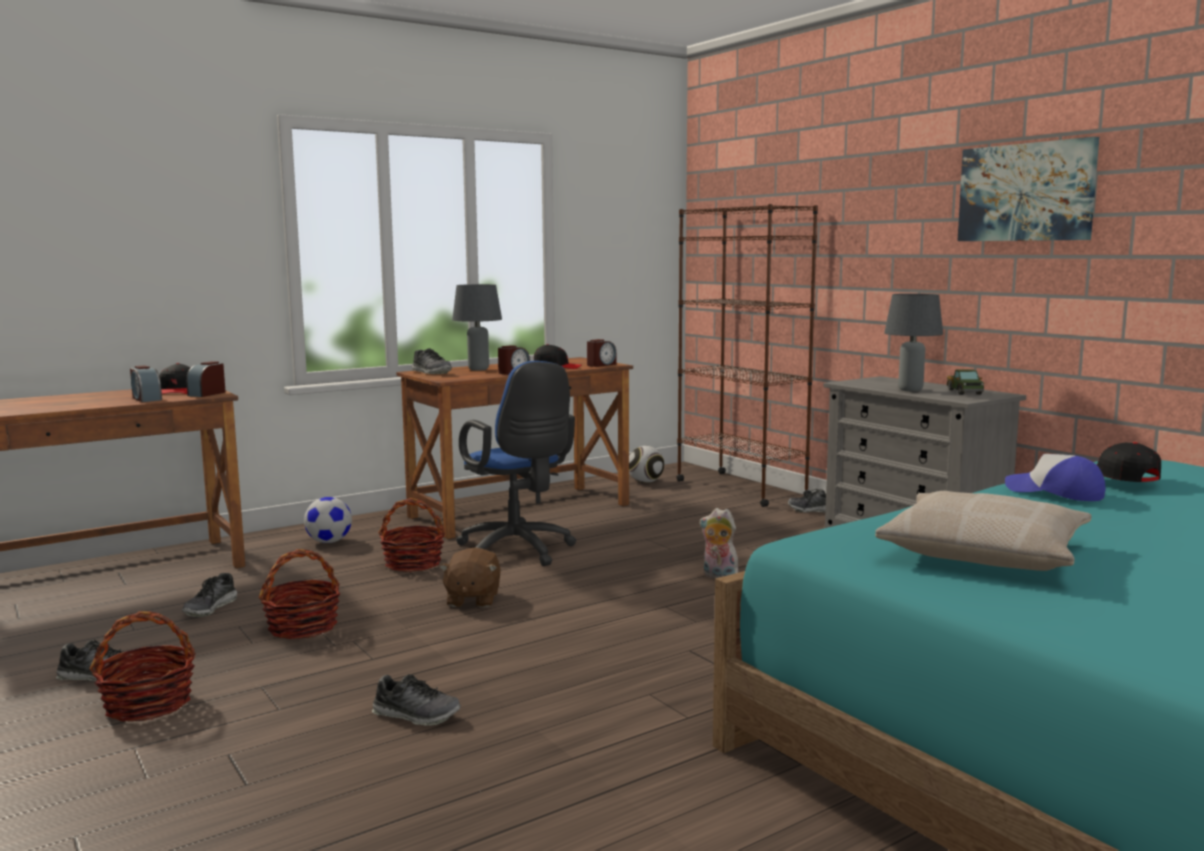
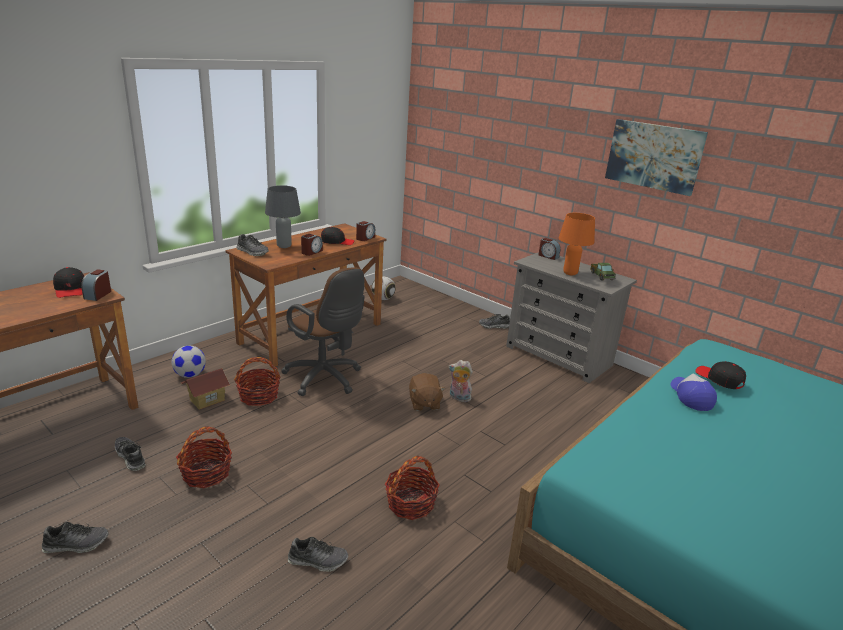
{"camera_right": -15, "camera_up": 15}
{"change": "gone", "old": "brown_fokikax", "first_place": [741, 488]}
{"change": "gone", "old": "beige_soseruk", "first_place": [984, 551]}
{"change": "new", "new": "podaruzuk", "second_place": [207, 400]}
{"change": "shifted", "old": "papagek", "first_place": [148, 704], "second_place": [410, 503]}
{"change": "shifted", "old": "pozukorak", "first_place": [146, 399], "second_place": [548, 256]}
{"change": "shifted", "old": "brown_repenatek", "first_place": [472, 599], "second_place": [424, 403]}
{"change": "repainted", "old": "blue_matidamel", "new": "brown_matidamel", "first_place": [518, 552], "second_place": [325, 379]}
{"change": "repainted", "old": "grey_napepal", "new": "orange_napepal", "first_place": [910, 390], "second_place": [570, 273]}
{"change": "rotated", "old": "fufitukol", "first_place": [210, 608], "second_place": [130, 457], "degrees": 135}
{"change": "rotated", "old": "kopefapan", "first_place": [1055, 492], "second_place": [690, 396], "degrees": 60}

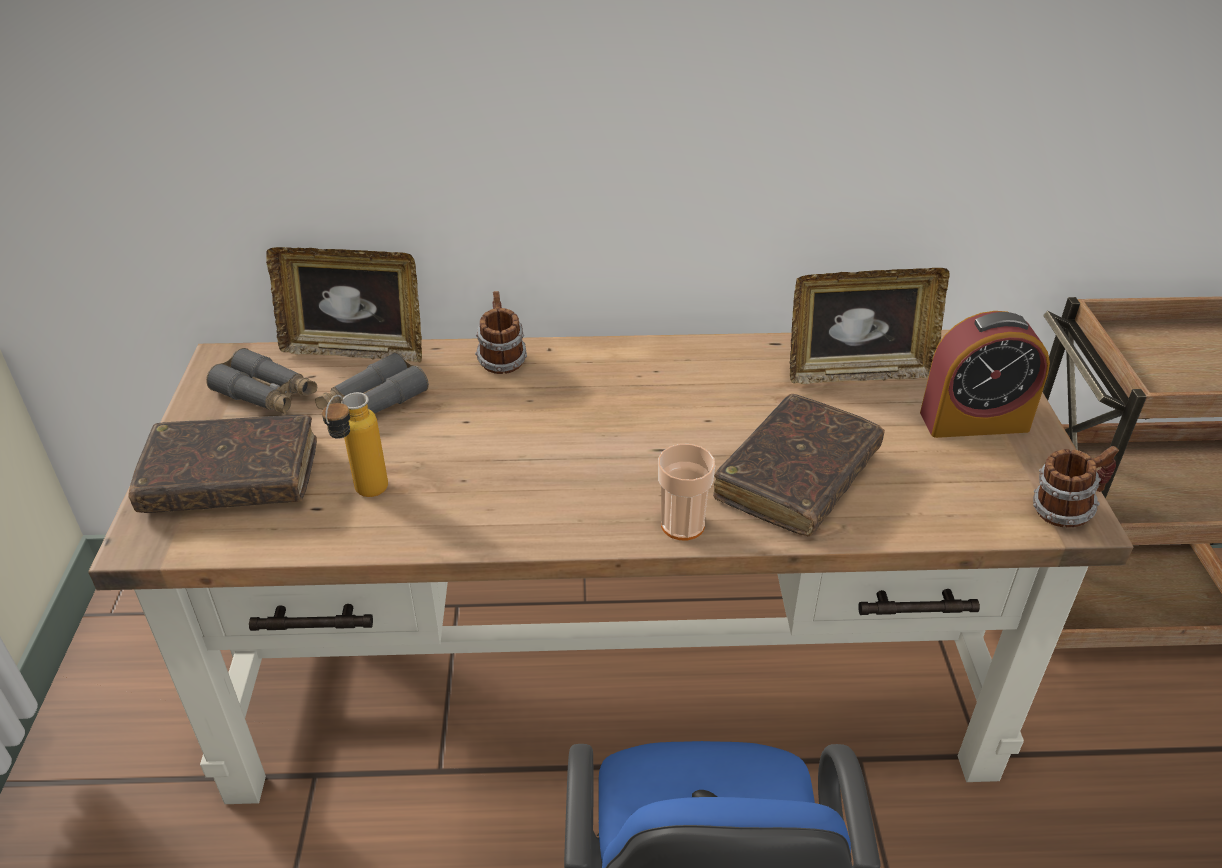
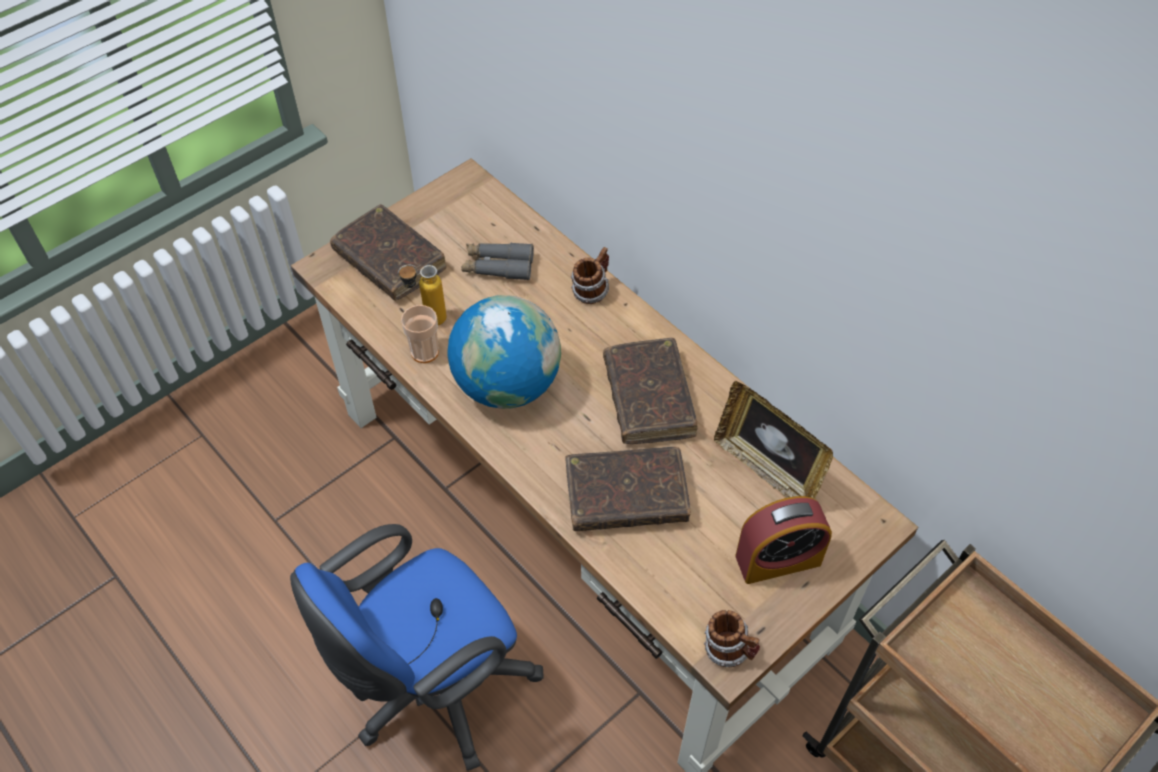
{"camera_right": 50, "camera_up": 15}
{"change": "gone", "old": "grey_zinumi", "first_place": [266, 394]}
{"change": "gone", "old": "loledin", "first_place": [355, 350]}
{"change": "new", "new": "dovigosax", "second_place": [507, 385]}
{"change": "new", "new": "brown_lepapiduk", "second_place": [648, 399]}
{"change": "shifted", "old": "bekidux", "first_place": [682, 525], "second_place": [424, 352]}
{"change": "rotated", "old": "pozukorak", "first_place": [974, 421], "second_place": [778, 560], "degrees": -60}

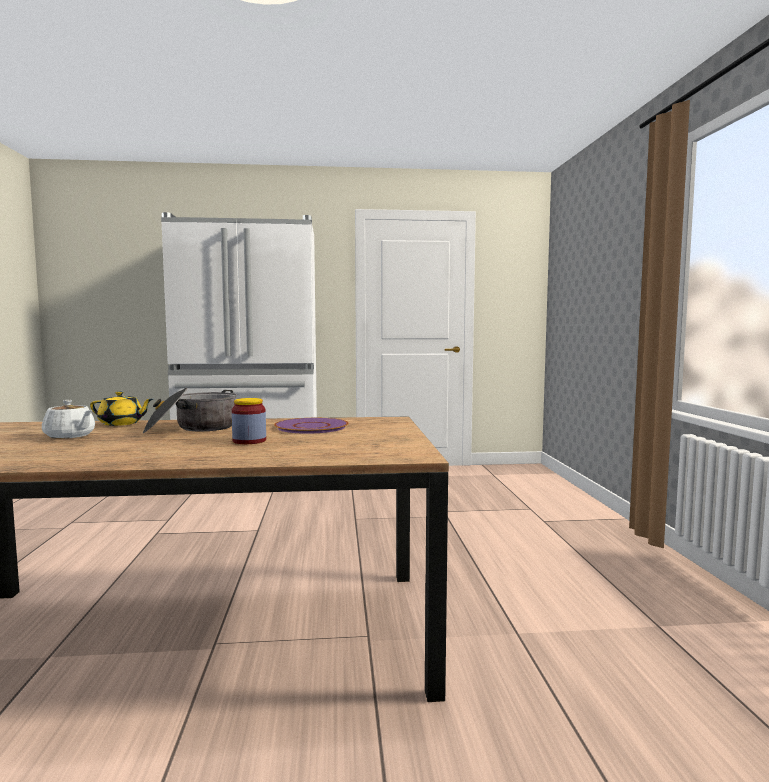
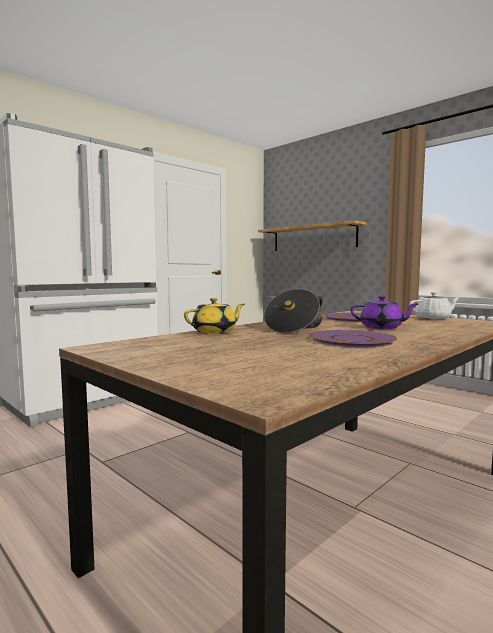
{"camera_right": -40, "camera_up": 0}
{"change": "new", "new": "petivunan", "second_place": [313, 238]}
{"change": "new", "new": "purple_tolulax", "second_place": [351, 340]}
{"change": "shifted", "old": "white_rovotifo", "first_place": [70, 436], "second_place": [433, 318]}
{"change": "swapped", "old": "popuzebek", "new": "purple_rovotifo", "first_place": [249, 441], "second_place": [382, 327]}

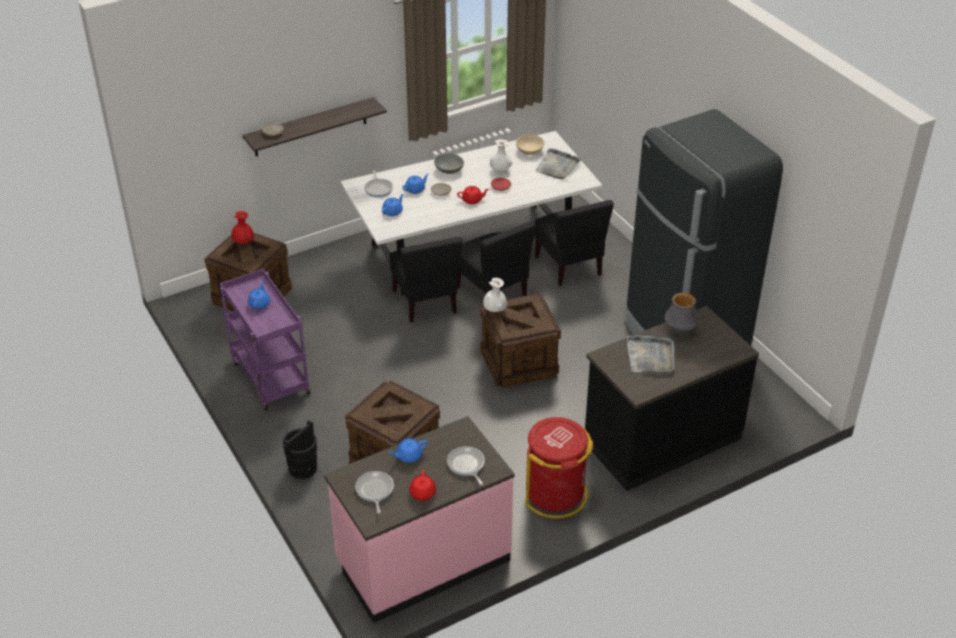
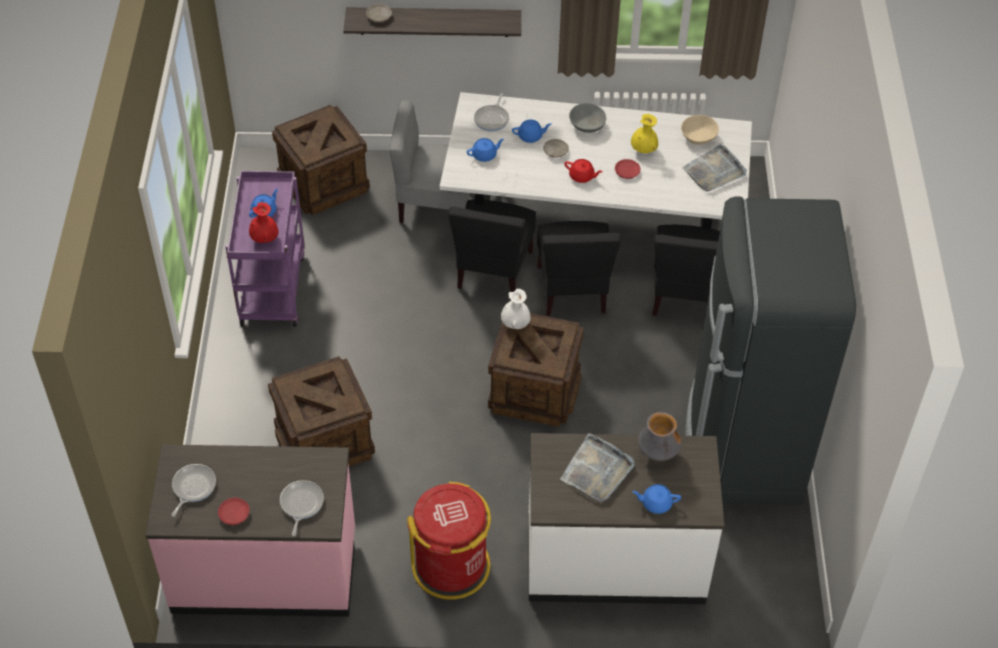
{"camera_right": 30, "camera_up": 10}
{"change": "gone", "old": "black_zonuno", "first_place": [302, 468]}
{"change": "new", "new": "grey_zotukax", "second_place": [434, 206]}
{"change": "shifted", "old": "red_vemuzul", "first_place": [244, 243], "second_place": [265, 239]}
{"change": "shifted", "old": "blue_rovotifo", "first_place": [409, 456], "second_place": [656, 503]}
{"change": "swapped", "old": "red_rovotifo", "new": "red_tolulax", "first_place": [422, 493], "second_place": [234, 515]}
{"change": "repainted", "old": "white_vemuzul", "new": "yellow_vemuzul", "first_place": [500, 171], "second_place": [643, 150]}
{"change": "repainted", "old": "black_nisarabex", "new": "white_nisarabex", "first_place": [661, 439], "second_place": [615, 559]}

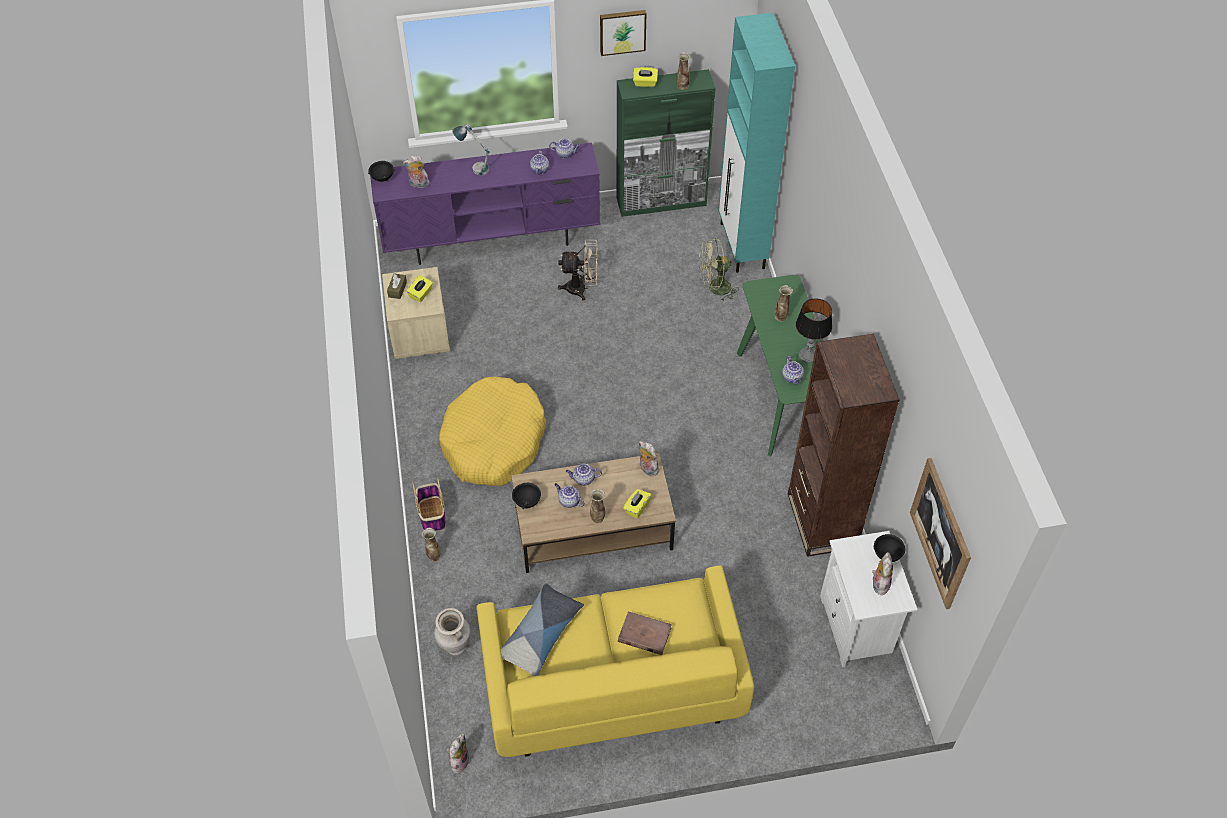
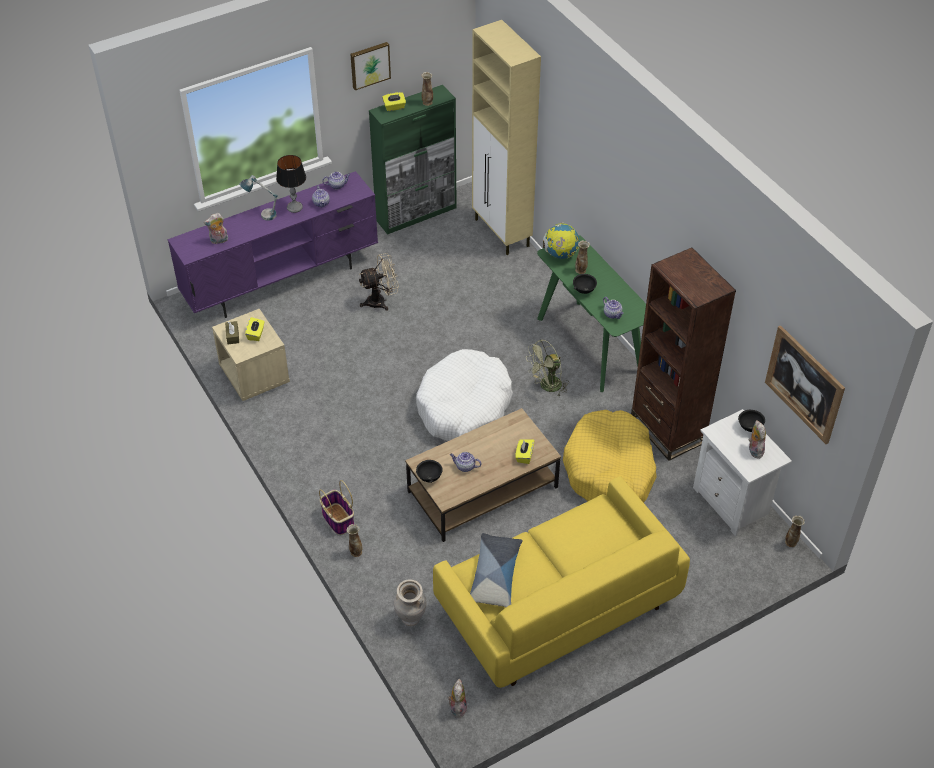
{"camera_right": -20, "camera_up": -5}
{"change": "gone", "old": "rovotifo", "first_place": [583, 479]}
{"change": "gone", "old": "brown_lepapiduk", "first_place": [644, 635]}
{"change": "gone", "old": "repenatek", "first_place": [647, 469]}
{"change": "new", "new": "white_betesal", "second_place": [464, 407]}
{"change": "new", "new": "dovigosax", "second_place": [560, 254]}
{"change": "shifted", "old": "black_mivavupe", "first_place": [382, 178], "second_place": [584, 290]}
{"change": "shifted", "old": "yellow_betesal", "first_place": [494, 441], "second_place": [609, 470]}
{"change": "shifted", "old": "vemuzul", "first_place": [597, 518], "second_place": [791, 542]}
{"change": "shifted", "old": "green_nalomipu", "first_place": [714, 289], "second_place": [547, 387]}
{"change": "shifted", "old": "napepal", "first_place": [808, 355], "second_place": [294, 207]}
{"change": "repainted", "old": "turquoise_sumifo", "new": "beige_sumifo", "first_place": [742, 246], "second_place": [502, 233]}

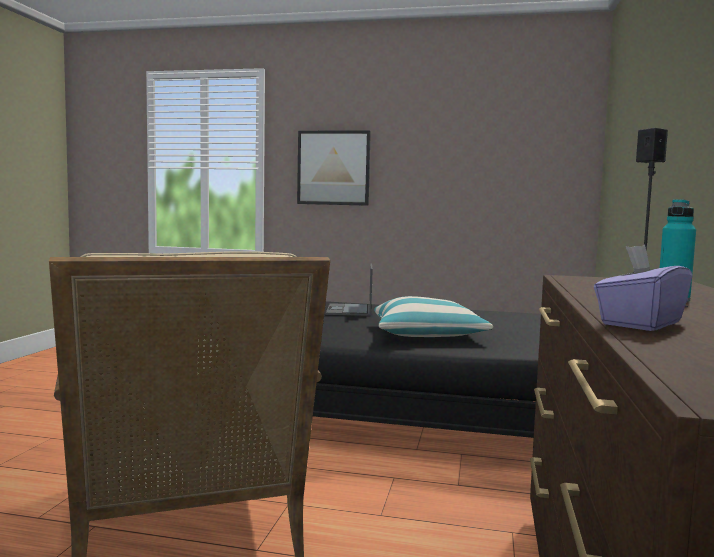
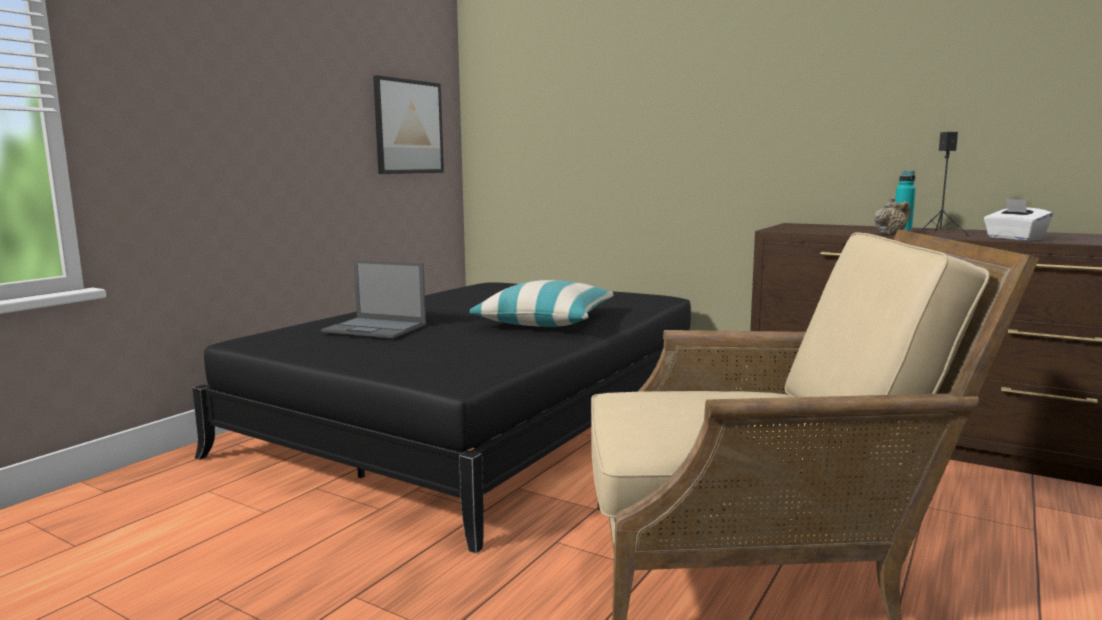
{"camera_right": -70, "camera_up": 5}
{"change": "new", "new": "beige_rovotifo", "second_place": [890, 234]}
{"change": "shifted", "old": "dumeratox", "first_place": [333, 168], "second_place": [408, 127]}
{"change": "repainted", "old": "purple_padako", "new": "white_padako", "first_place": [640, 323], "second_place": [1014, 238]}

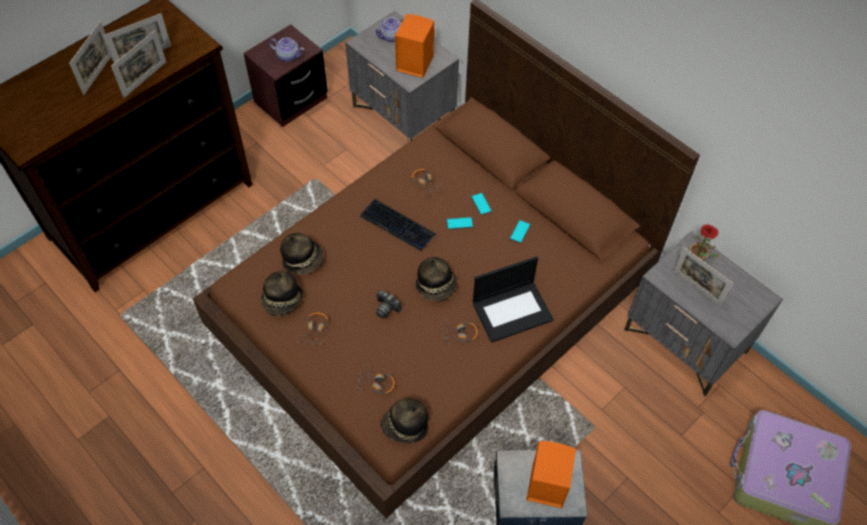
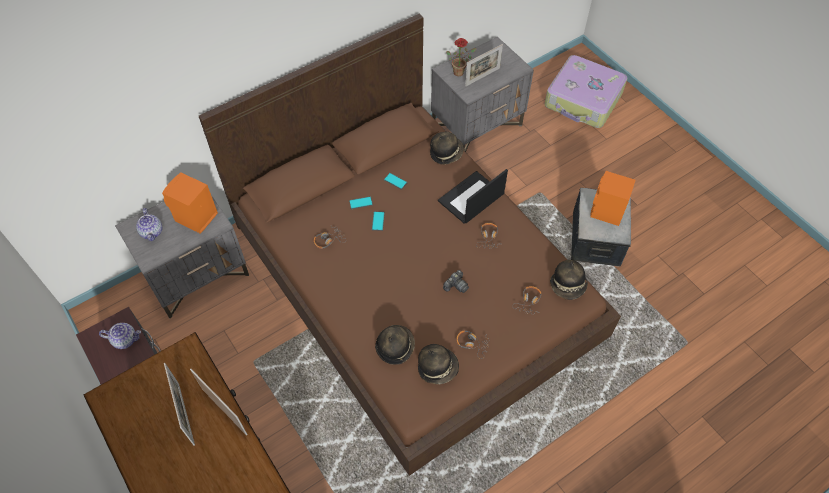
{"camera_right": -80, "camera_up": 0}
{"change": "gone", "old": "loledin", "first_place": [98, 73]}
{"change": "gone", "old": "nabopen", "first_place": [398, 225]}
{"change": "shifted", "old": "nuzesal", "first_place": [436, 286], "second_place": [446, 153]}
{"change": "rotated", "old": "rovotifo", "first_place": [288, 56], "second_place": [125, 339], "degrees": 60}
{"change": "rotated", "old": "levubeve", "first_place": [512, 310], "second_place": [471, 198], "degrees": -120}

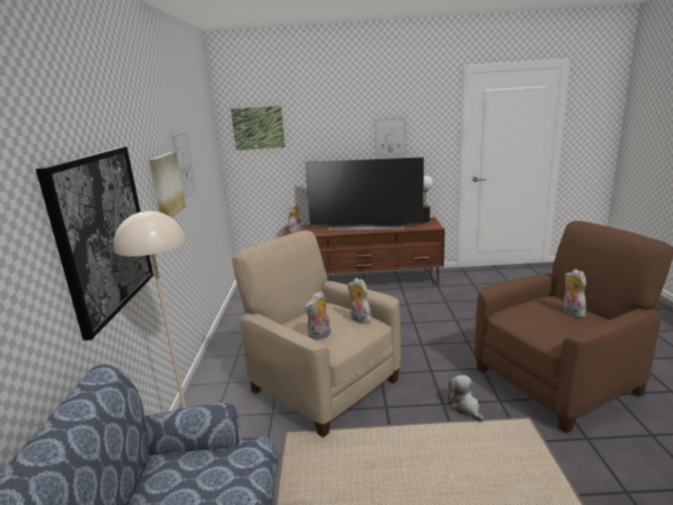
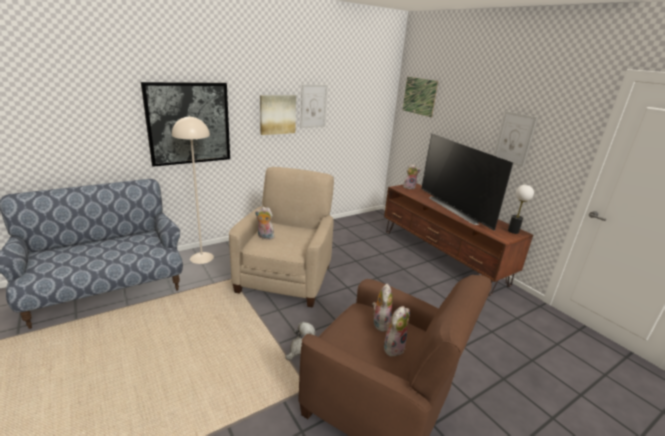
{"camera_right": 55, "camera_up": 5}
{"change": "shifted", "old": "repenatek", "first_place": [359, 320], "second_place": [380, 323]}

